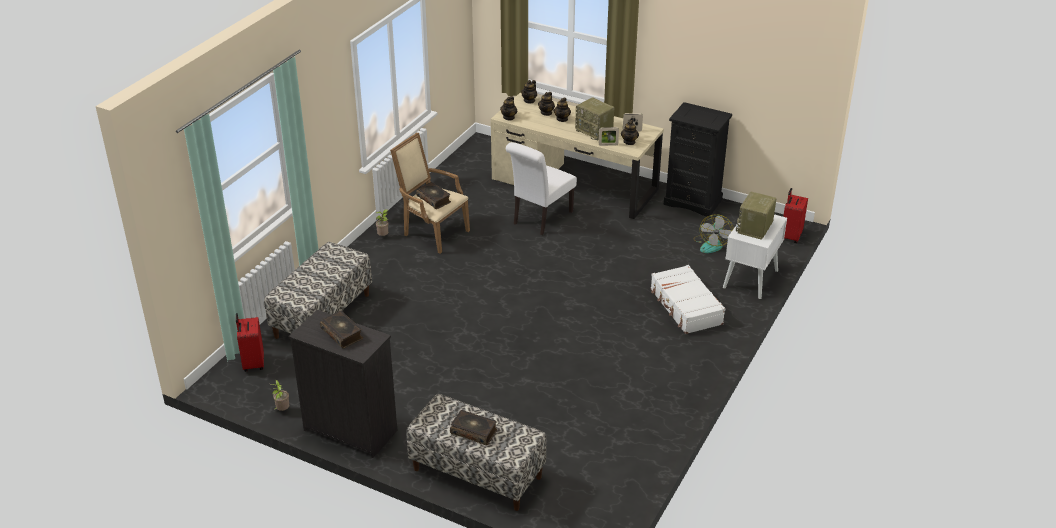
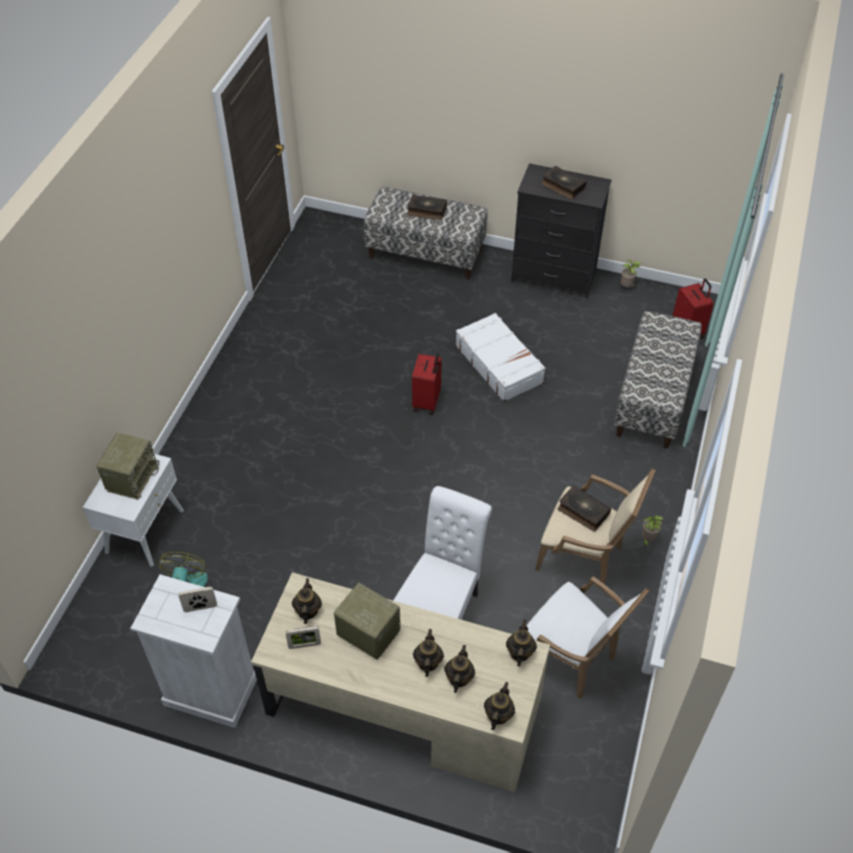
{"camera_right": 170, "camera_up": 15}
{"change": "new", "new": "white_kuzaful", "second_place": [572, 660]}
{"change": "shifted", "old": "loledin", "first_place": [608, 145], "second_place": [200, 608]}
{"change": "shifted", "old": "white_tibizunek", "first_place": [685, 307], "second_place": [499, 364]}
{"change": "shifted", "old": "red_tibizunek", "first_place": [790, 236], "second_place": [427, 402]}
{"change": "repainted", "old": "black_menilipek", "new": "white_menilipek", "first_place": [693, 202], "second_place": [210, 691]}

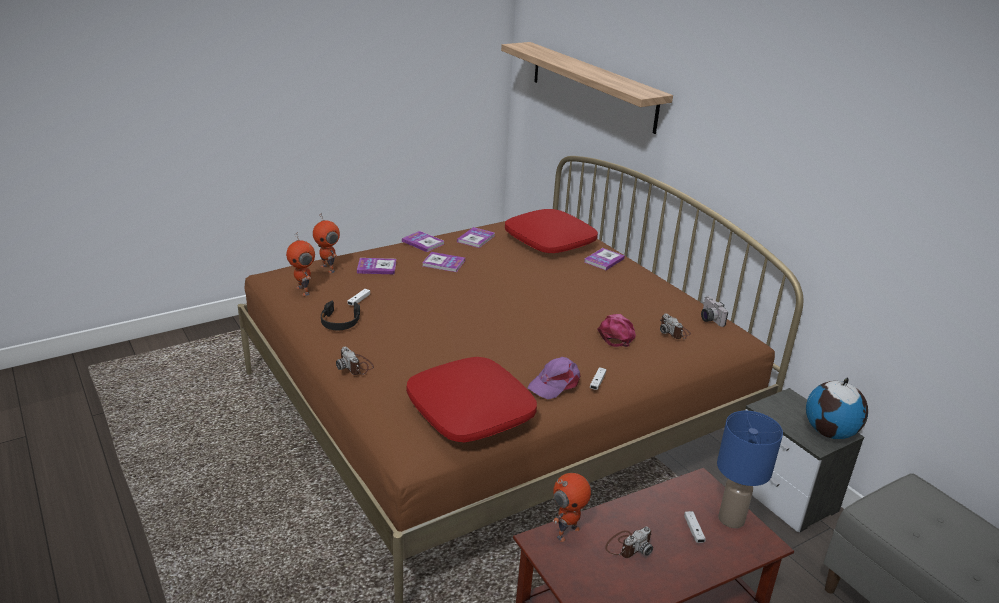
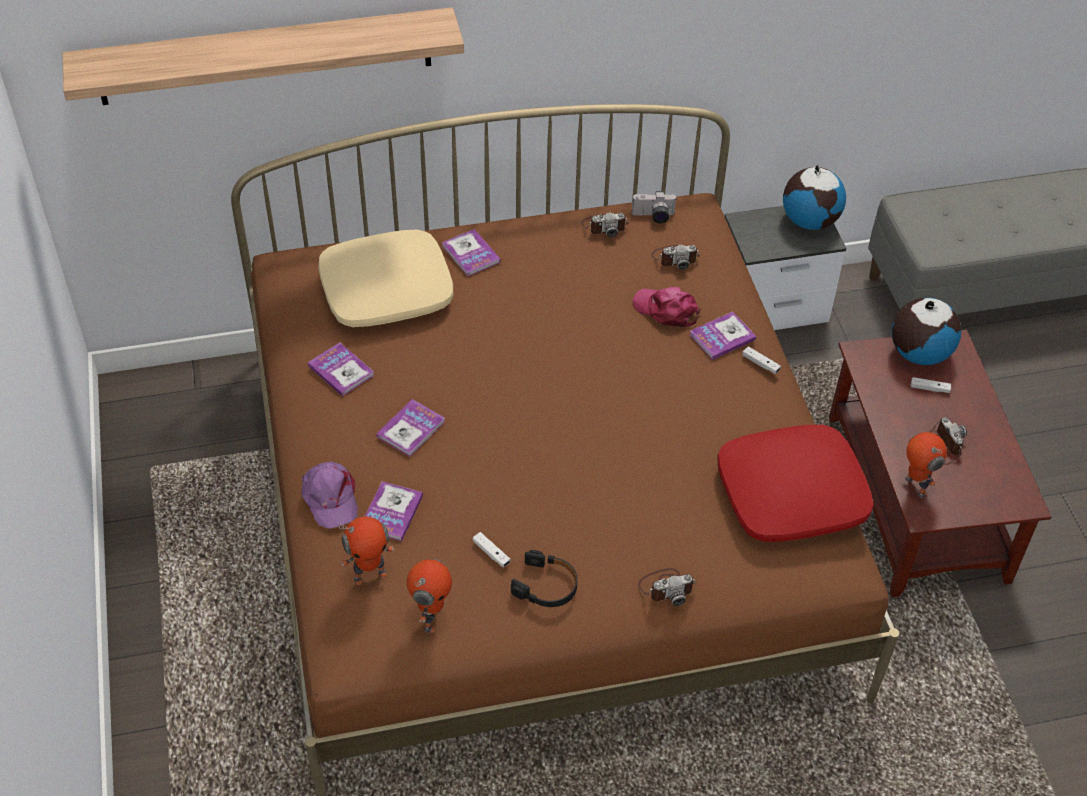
{"camera_right": -70, "camera_up": 20}
{"change": "new", "new": "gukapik", "second_place": [604, 226]}
{"change": "shifted", "old": "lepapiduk", "first_place": [423, 242], "second_place": [722, 337]}
{"change": "shifted", "old": "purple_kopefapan", "first_place": [555, 383], "second_place": [330, 498]}
{"change": "swapped", "old": "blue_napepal", "new": "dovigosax", "first_place": [732, 518], "second_place": [918, 353]}
{"change": "repainted", "old": "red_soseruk", "new": "beige_soseruk", "first_place": [550, 241], "second_place": [387, 290]}
{"change": "rotated", "old": "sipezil", "first_place": [303, 290], "second_place": [431, 618], "degrees": -60}

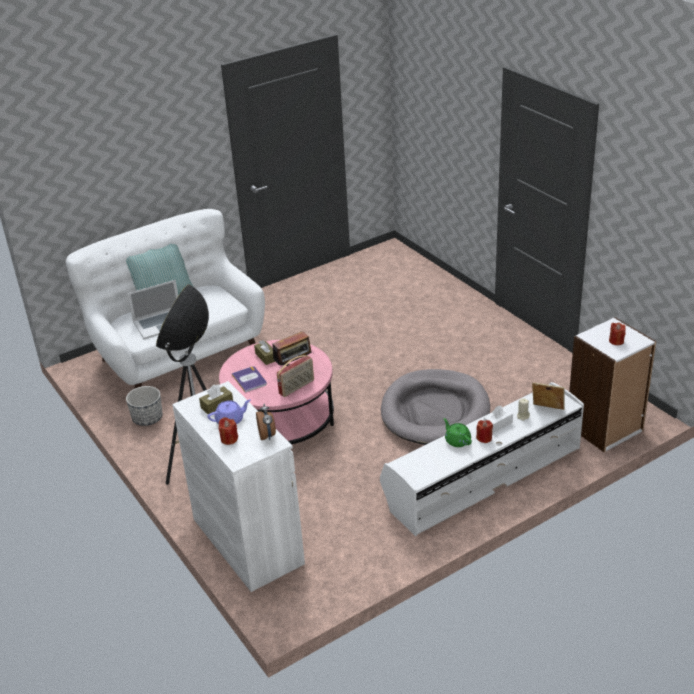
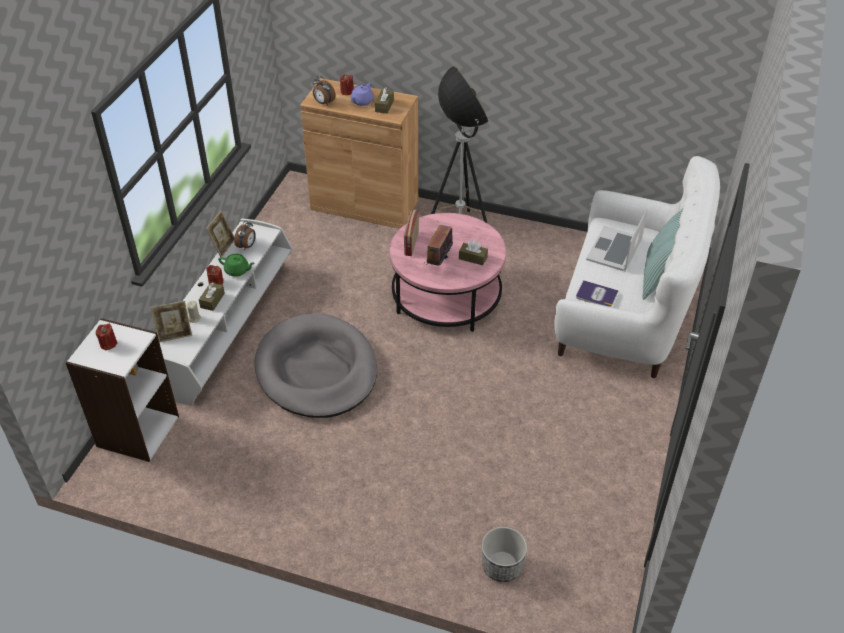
{"camera_right": 140, "camera_up": 10}
{"change": "new", "new": "loledin", "second_place": [223, 247]}
{"change": "new", "new": "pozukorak", "second_place": [247, 246]}
{"change": "shifted", "old": "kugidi", "first_place": [148, 418], "second_place": [502, 566]}
{"change": "shifted", "old": "lepapiduk", "first_place": [249, 379], "second_place": [596, 295]}
{"change": "repainted", "old": "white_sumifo", "new": "brown_sumifo", "first_place": [247, 541], "second_place": [364, 205]}
{"change": "repainted", "old": "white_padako", "new": "brown_padako", "first_place": [498, 424], "second_place": [212, 300]}

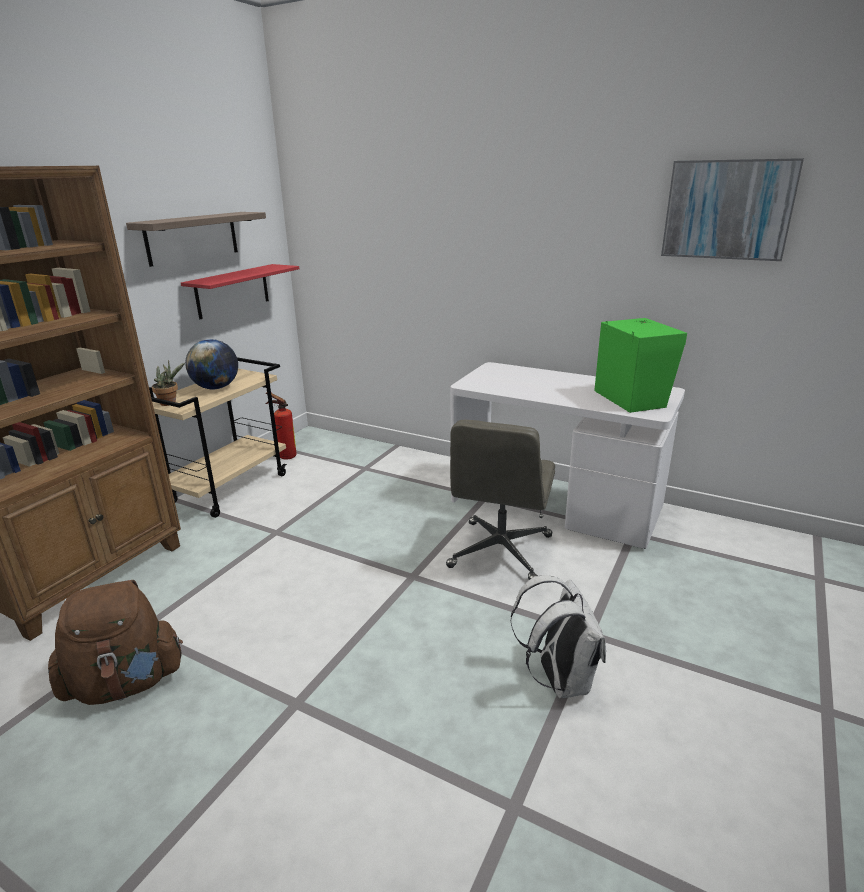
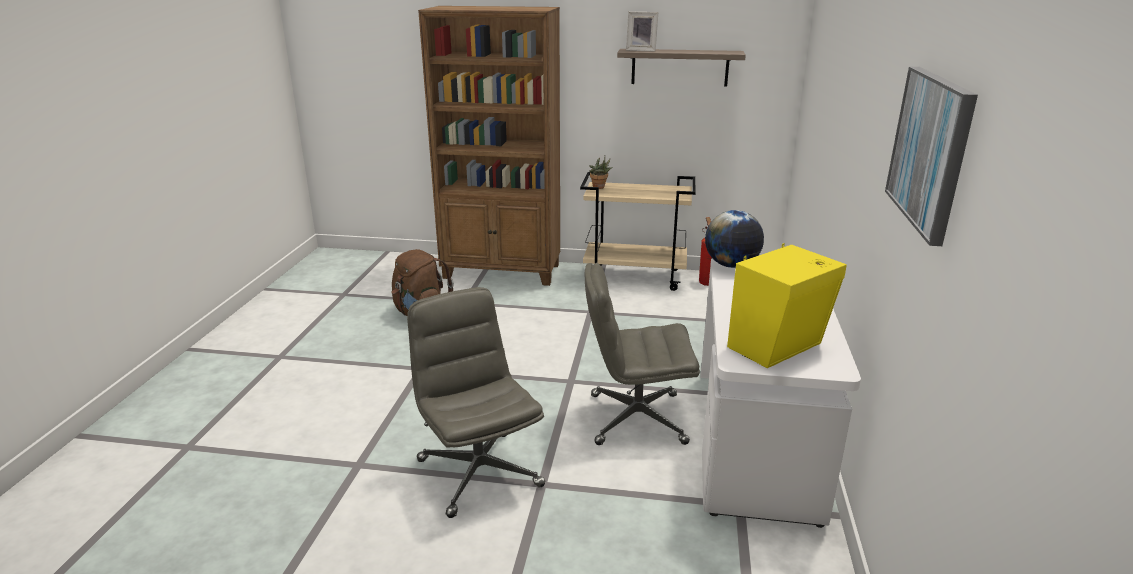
{"camera_right": 70, "camera_up": 0}
{"change": "gone", "old": "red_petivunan", "first_place": [232, 291]}
{"change": "new", "new": "loledin", "second_place": [641, 50]}
{"change": "shifted", "old": "dovigosax", "first_place": [216, 388], "second_place": [731, 265]}
{"change": "swapped", "old": "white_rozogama", "new": "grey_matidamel", "first_place": [559, 679], "second_place": [478, 472]}
{"change": "repainted", "old": "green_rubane", "new": "yellow_rubane", "first_place": [631, 398], "second_place": [779, 346]}

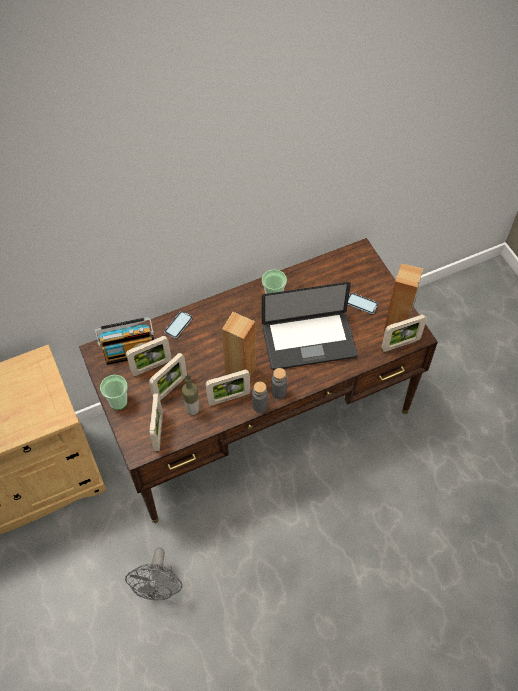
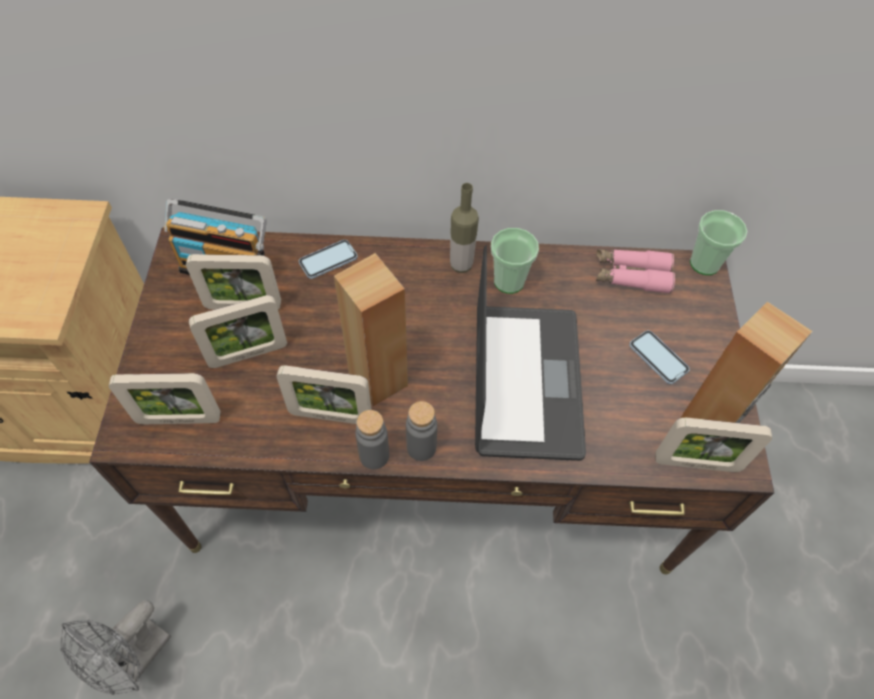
{"camera_right": 25, "camera_up": 0}
{"change": "new", "new": "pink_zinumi", "second_place": [631, 275]}
{"change": "shifted", "old": "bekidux", "first_place": [118, 402], "second_place": [704, 263]}
{"change": "shifted", "old": "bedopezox", "first_place": [192, 410], "second_place": [461, 265]}
{"change": "rotated", "old": "loledin", "first_place": [158, 432], "second_place": [179, 419], "degrees": 60}
{"change": "rotated", "old": "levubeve", "first_place": [309, 342], "second_place": [526, 382], "degrees": -105}

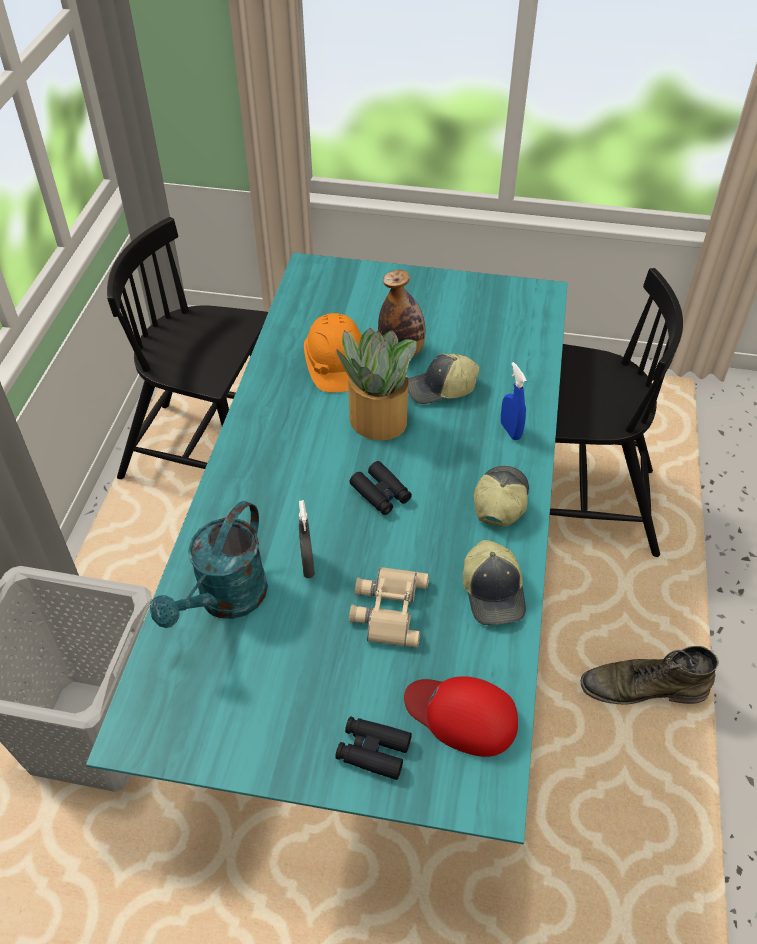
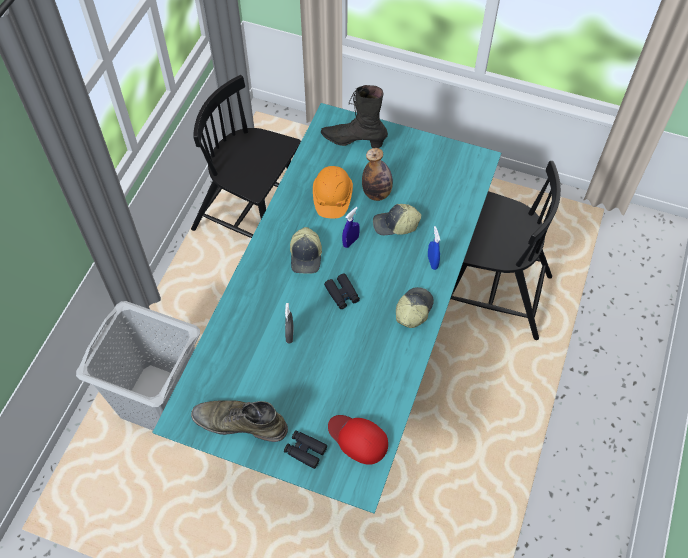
{"camera_right": 10, "camera_up": 10}
{"change": "gone", "old": "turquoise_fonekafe", "first_place": [225, 601]}
{"change": "gone", "old": "beige_zinumi", "first_place": [387, 609]}
{"change": "new", "new": "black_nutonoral", "second_place": [353, 140]}
{"change": "shifted", "old": "kopefapan", "first_place": [494, 592], "second_place": [306, 256]}
{"change": "shifted", "old": "green_nutonoral", "first_place": [642, 688], "second_place": [240, 423]}
{"change": "swapped", "old": "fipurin", "new": "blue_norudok", "first_place": [377, 419], "second_place": [350, 241]}

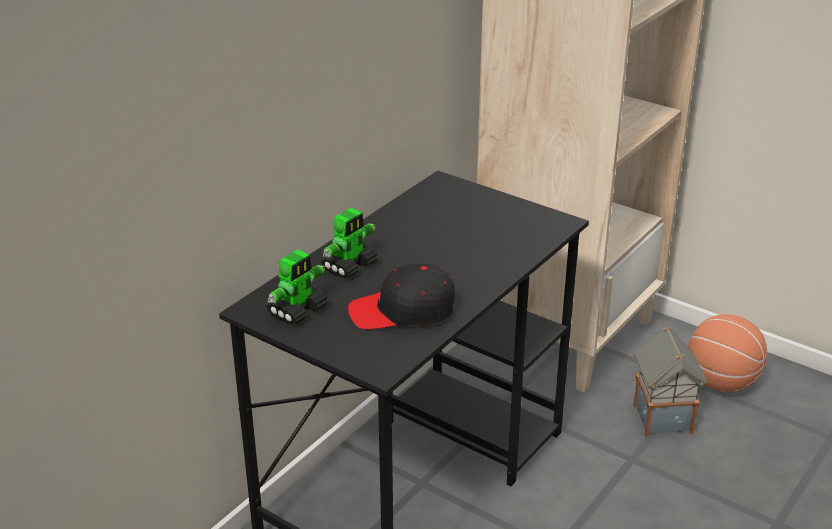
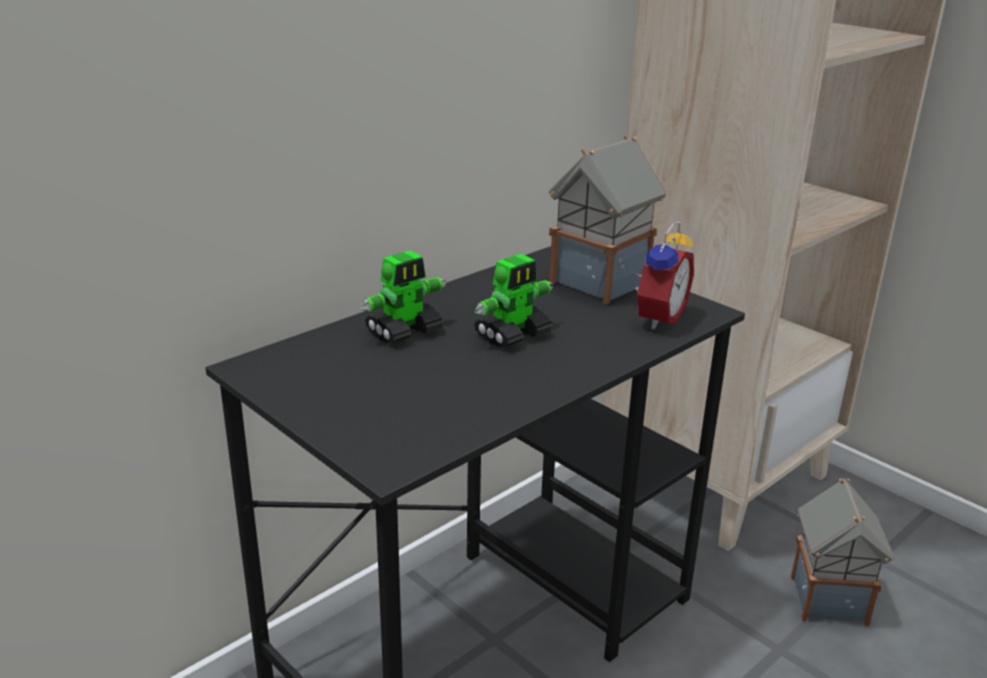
{"camera_right": 10, "camera_up": -5}
{"change": "gone", "old": "black_kopefapan", "first_place": [403, 311]}
{"change": "gone", "old": "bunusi", "first_place": [721, 383]}
{"change": "new", "new": "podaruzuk", "second_place": [600, 282]}
{"change": "new", "new": "pozukorak", "second_place": [656, 318]}
{"change": "shifted", "old": "sipezil", "first_place": [298, 310], "second_place": [513, 335]}

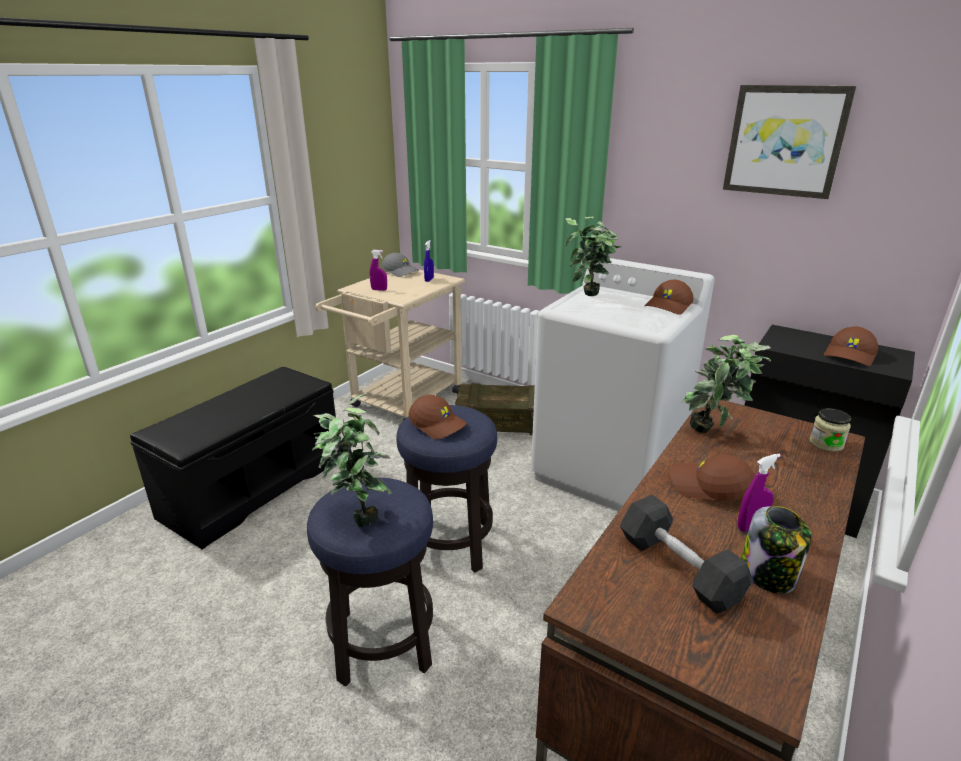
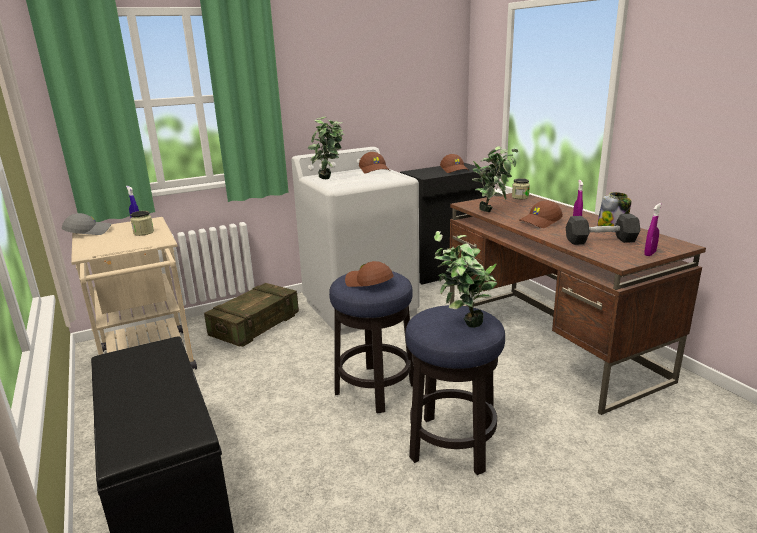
{"camera_right": -60, "camera_up": -5}
{"change": "gone", "old": "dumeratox", "first_place": [785, 141]}
{"change": "new", "new": "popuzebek", "second_place": [143, 232]}
{"change": "shifted", "old": "purple_norudok", "first_place": [379, 290], "second_place": [650, 253]}
{"change": "rotated", "old": "brown_kopefapan", "first_place": [438, 424], "second_place": [368, 283], "degrees": -120}

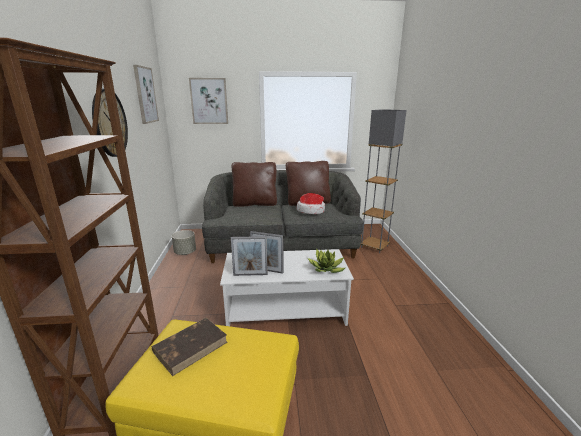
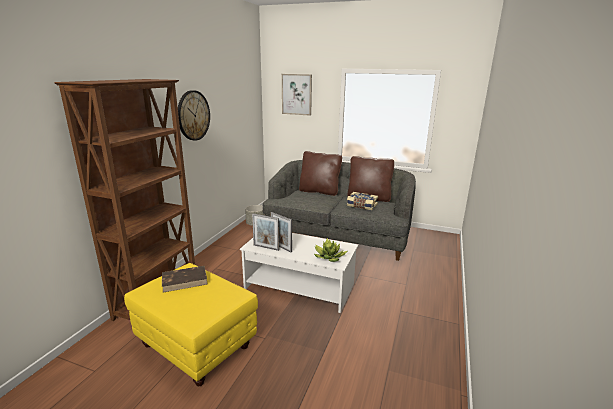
{"camera_right": 25, "camera_up": 0}
{"change": "gone", "old": "dumeratox", "first_place": [145, 95]}
{"change": "gone", "old": "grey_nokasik", "first_place": [374, 246]}
{"change": "swapped", "old": "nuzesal", "new": "lepapiduk", "first_place": [311, 210], "second_place": [361, 206]}

